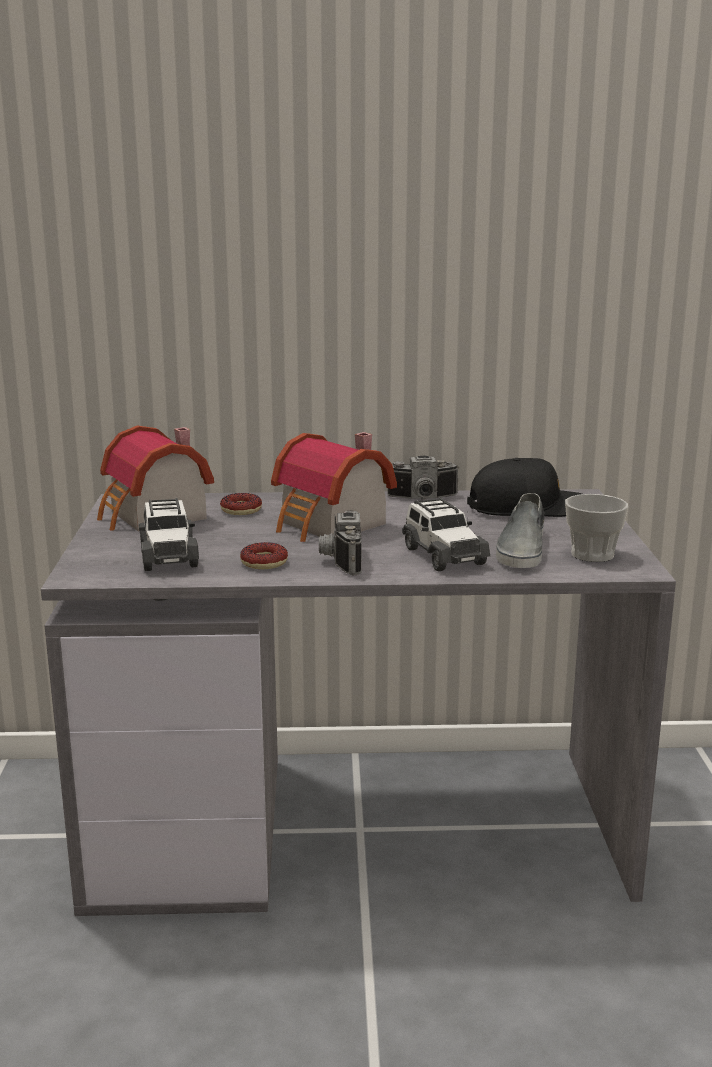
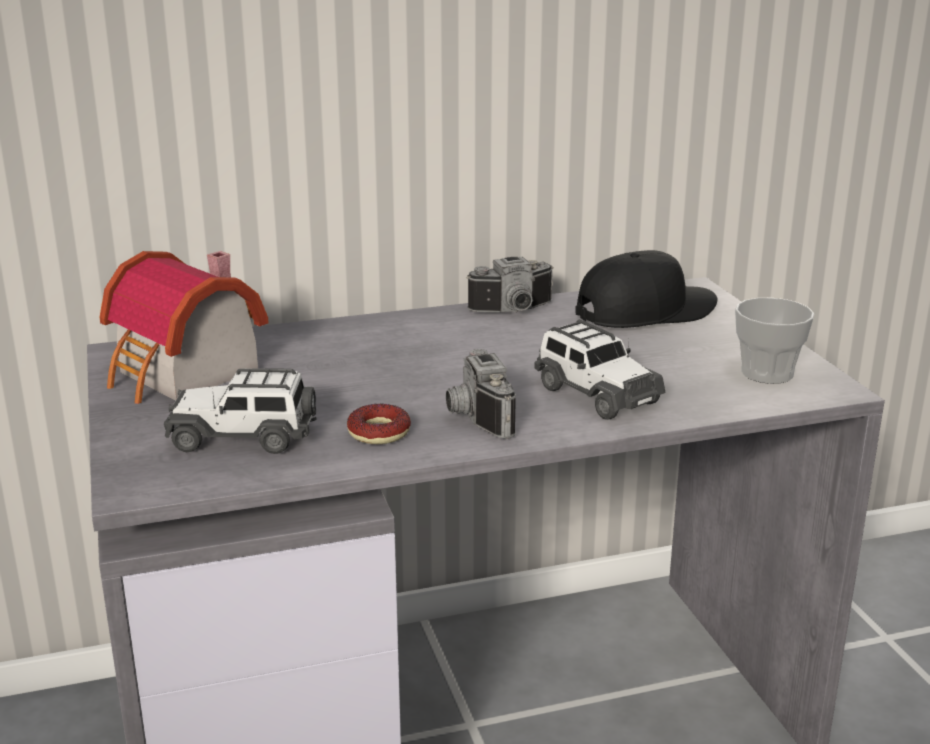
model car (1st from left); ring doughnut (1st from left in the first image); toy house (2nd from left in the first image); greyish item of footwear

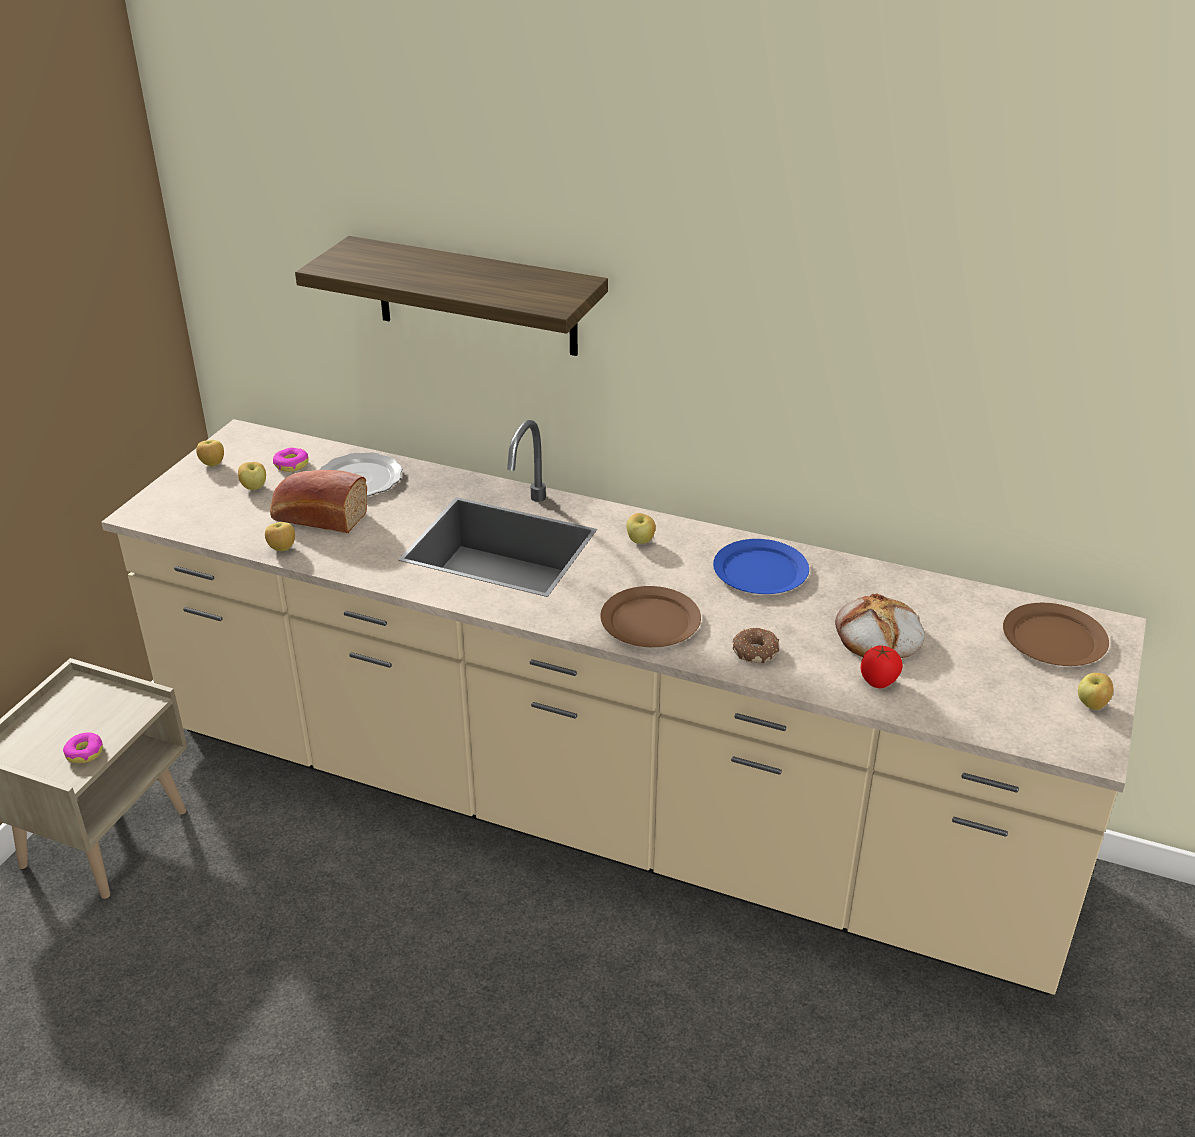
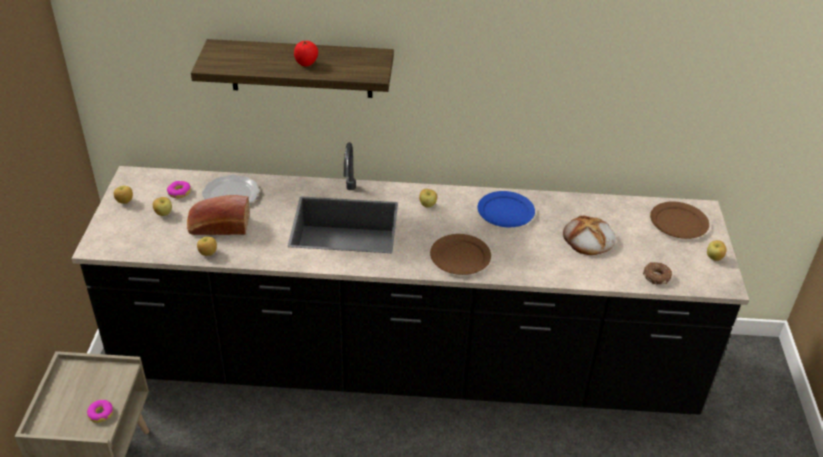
black kitchen counter; ring doughnut (3rd from left); fresh tomato

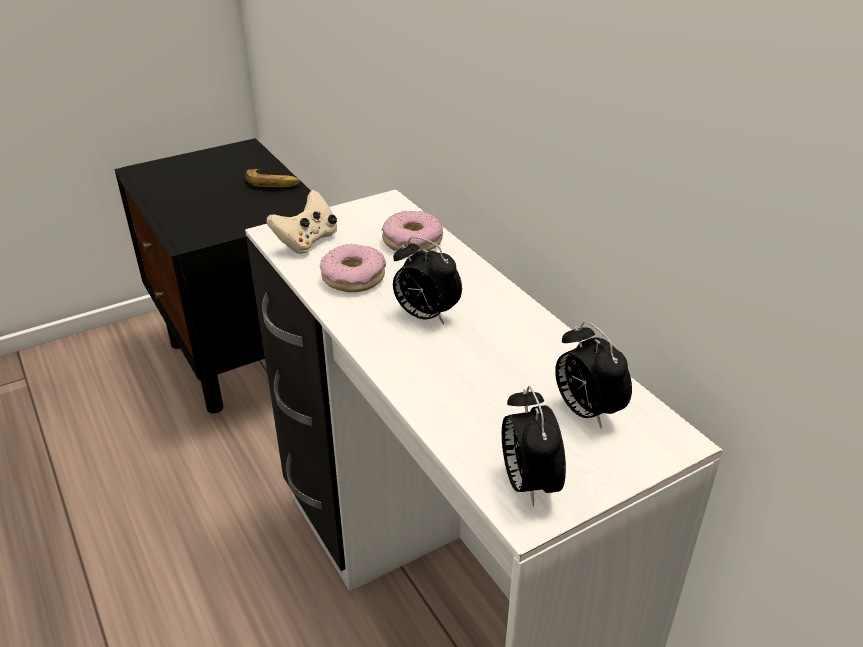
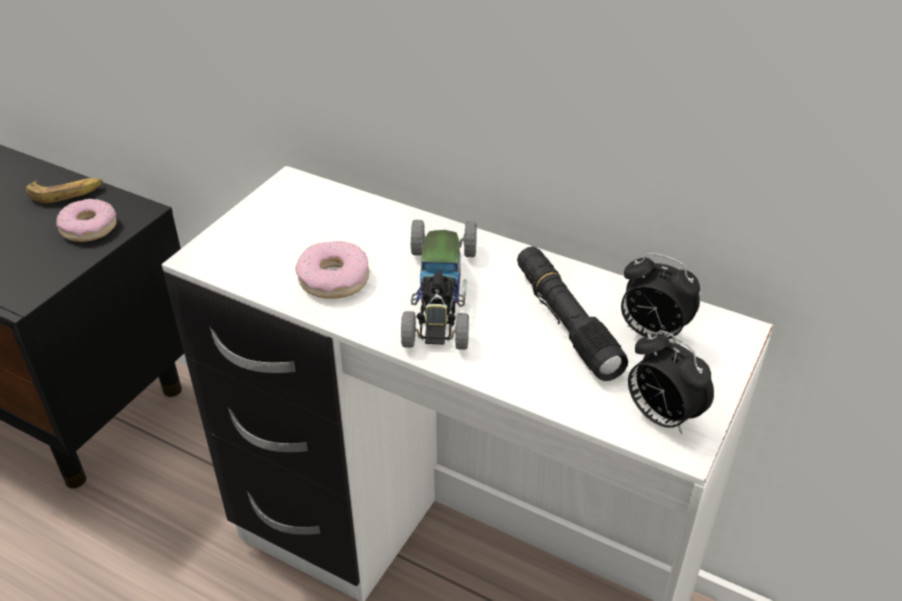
sand-coloured gamepad; ring doughnut (1st from left); model car; black flashlight

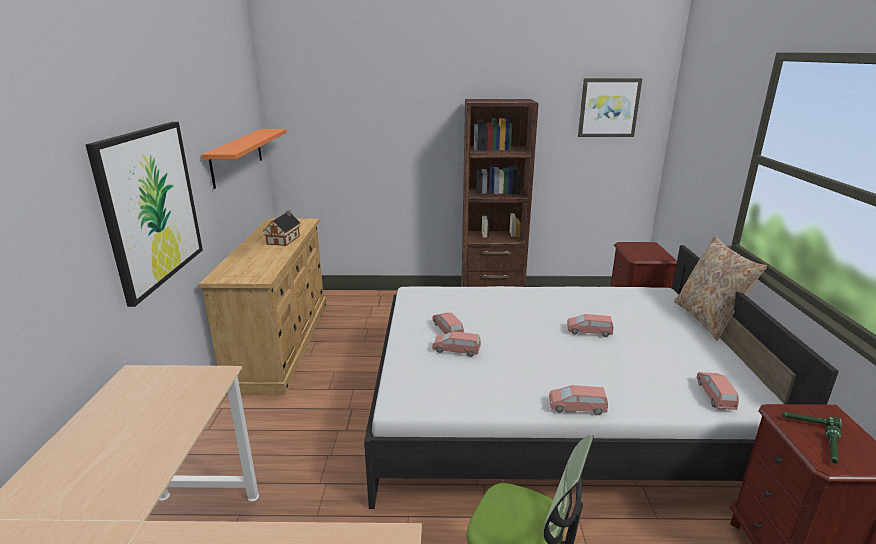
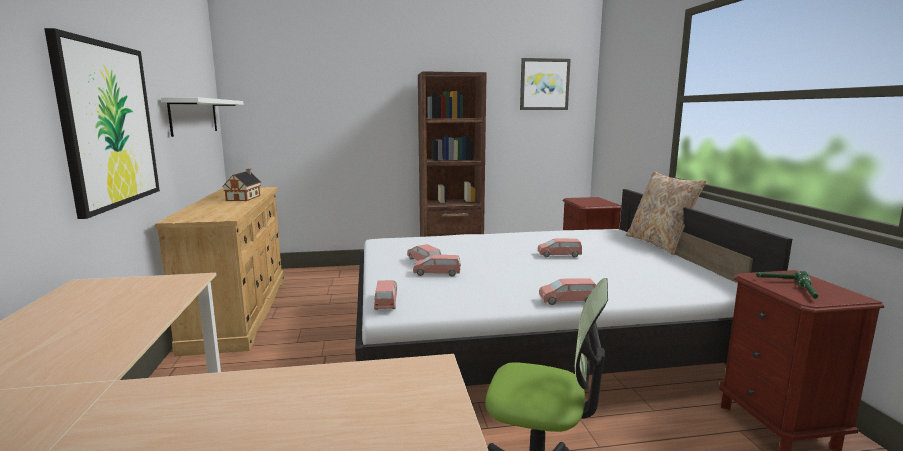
white-coloured bracket shelf; pink model car (1st from left)

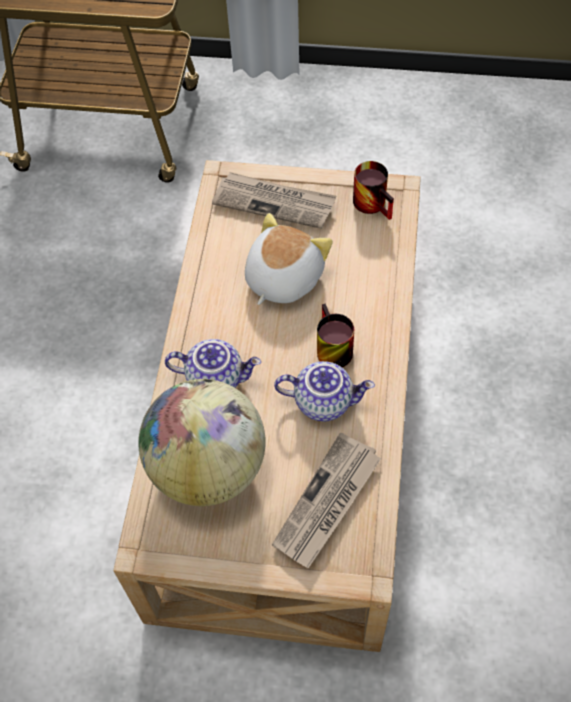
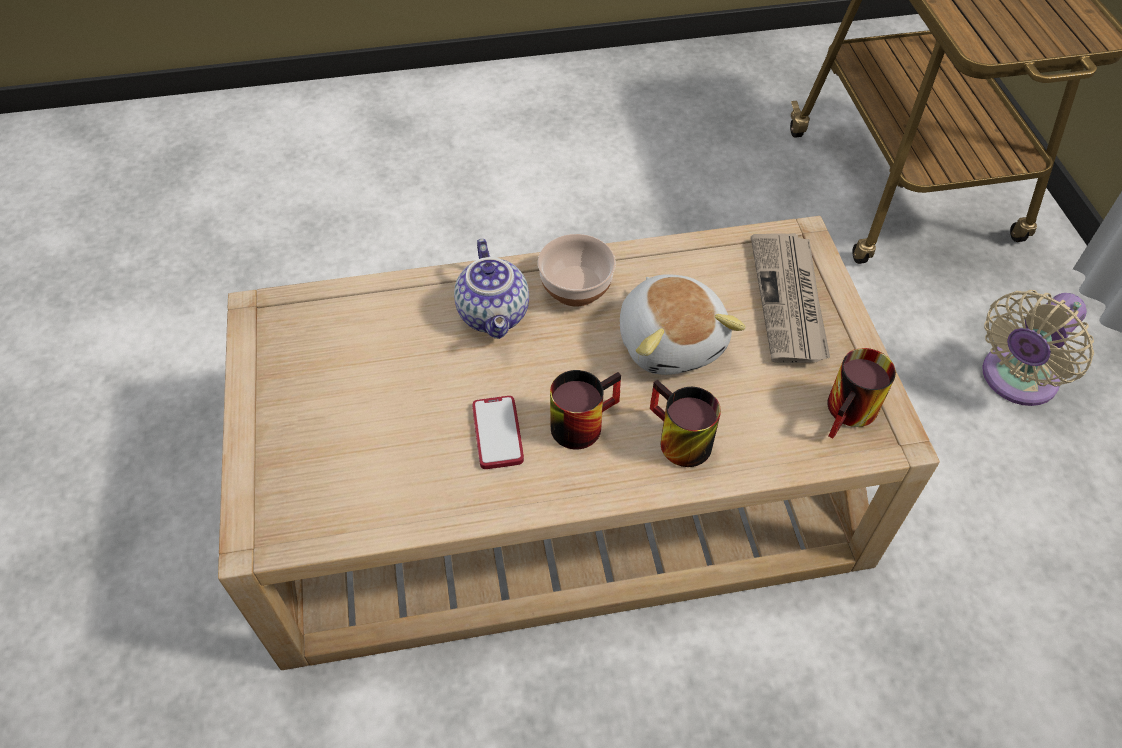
world globe; soft toy; printed paper (2nd from left in the first image); handset; bowl; mug (2nd from left); sand-coloured cooling fan

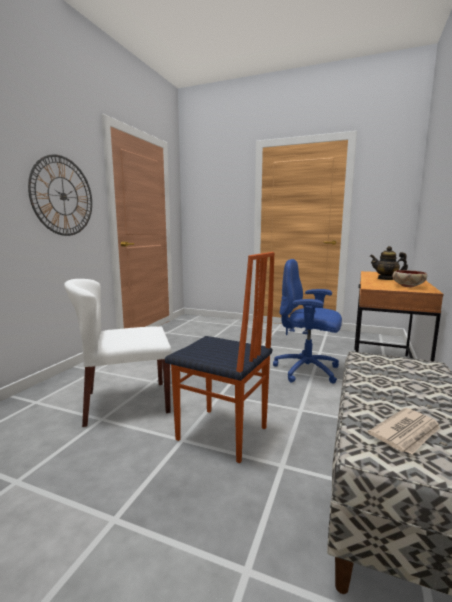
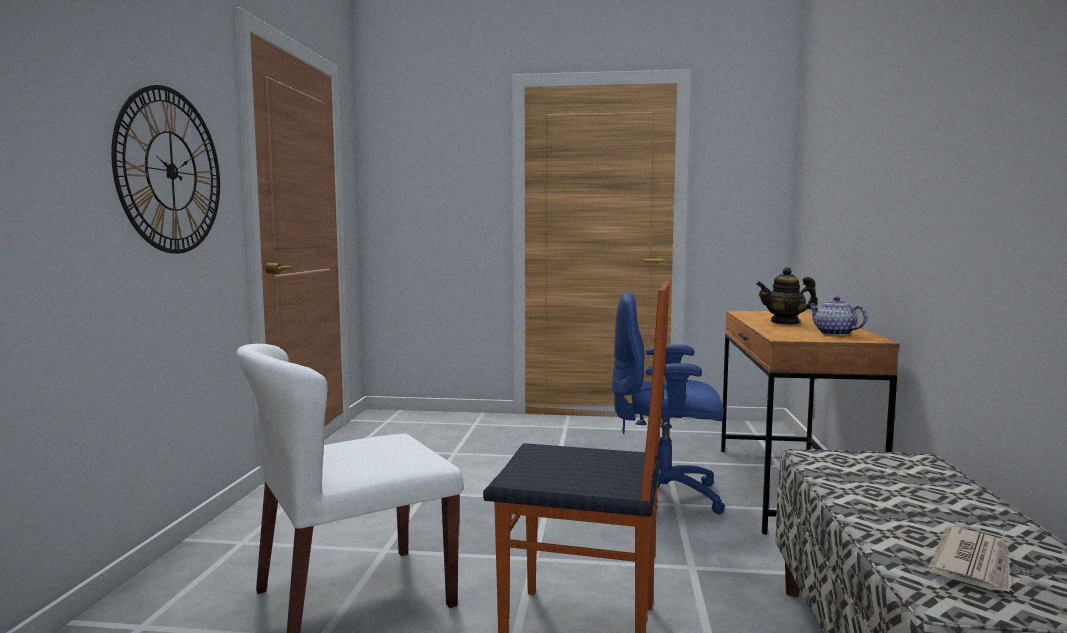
pot for tea (2nd from left)

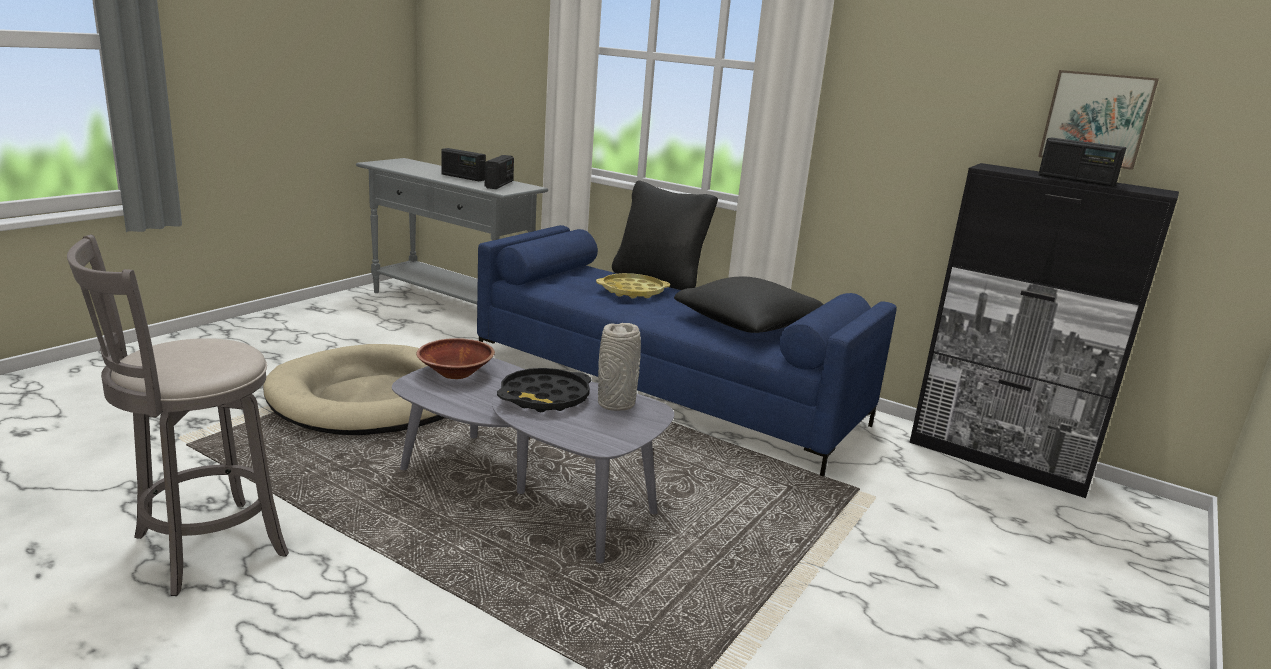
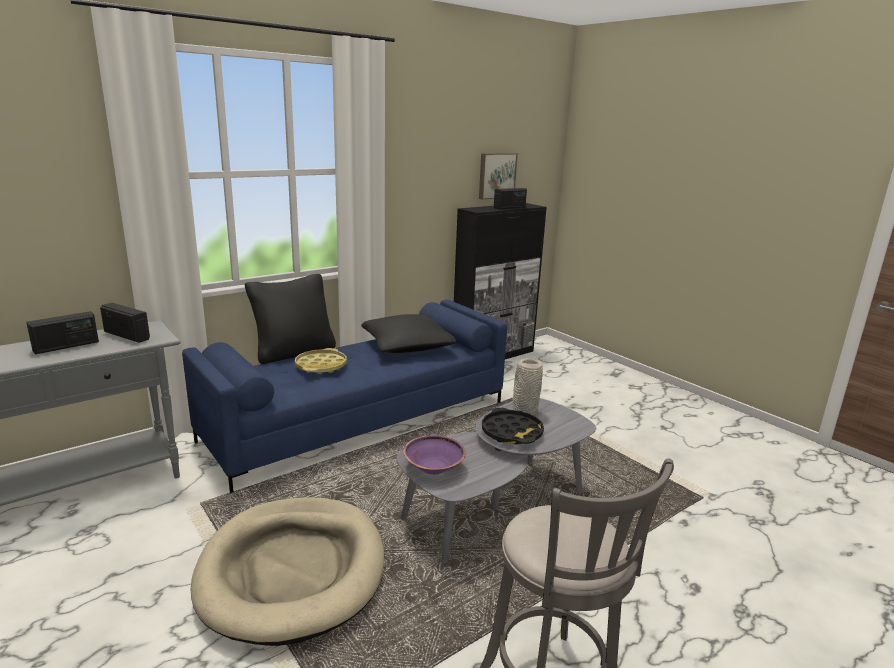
purple bowl

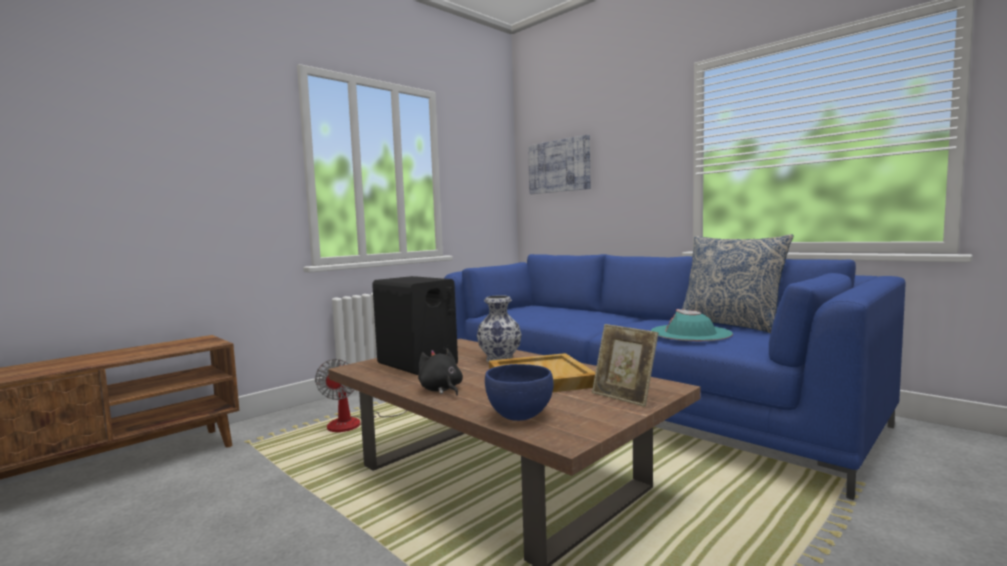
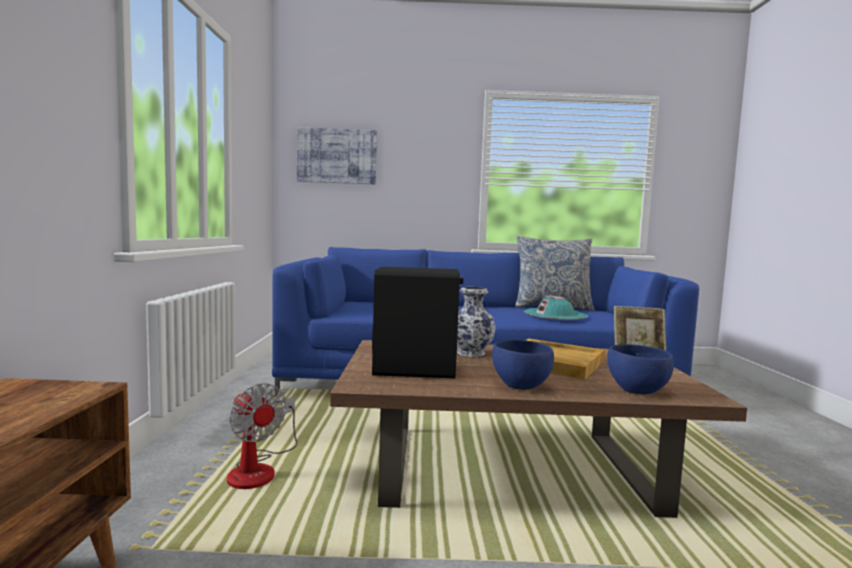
blue-coloured bowl (1st from left)

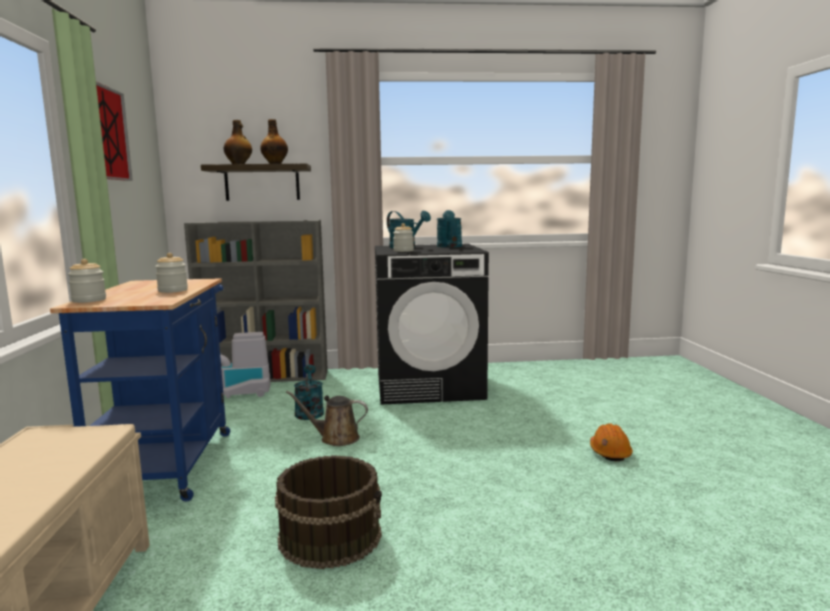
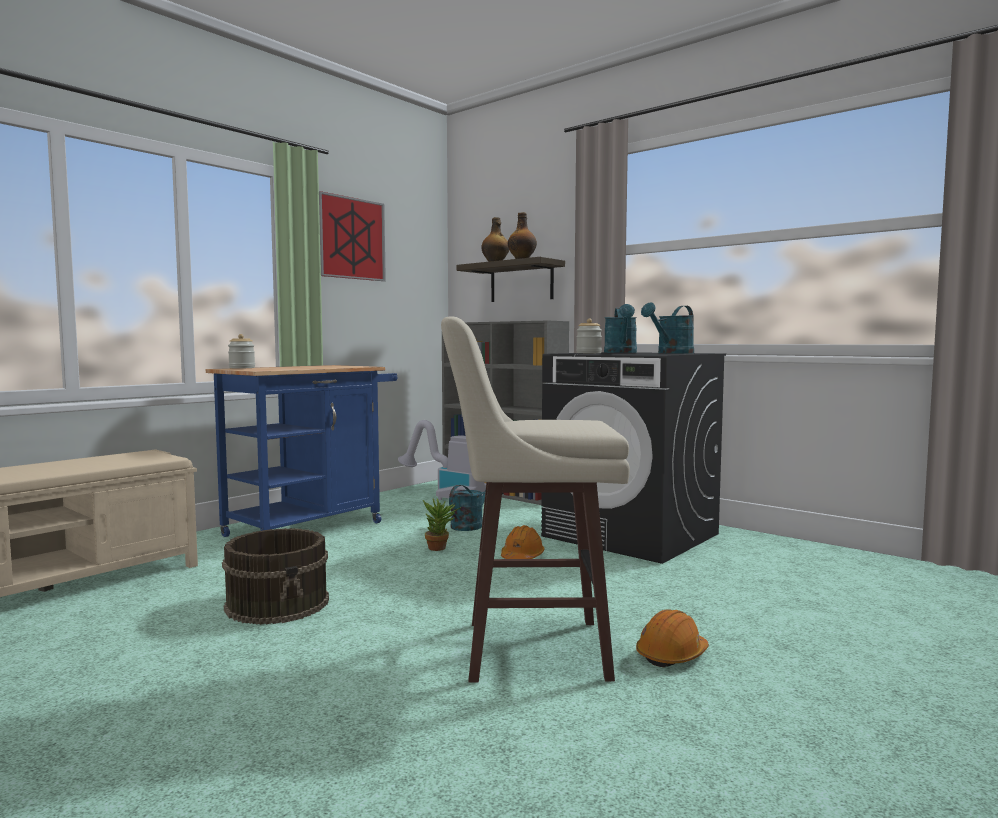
storage jar (2nd from left in the first image); potted plant; sand-coloured stool; orange work helmet (1st from left)

